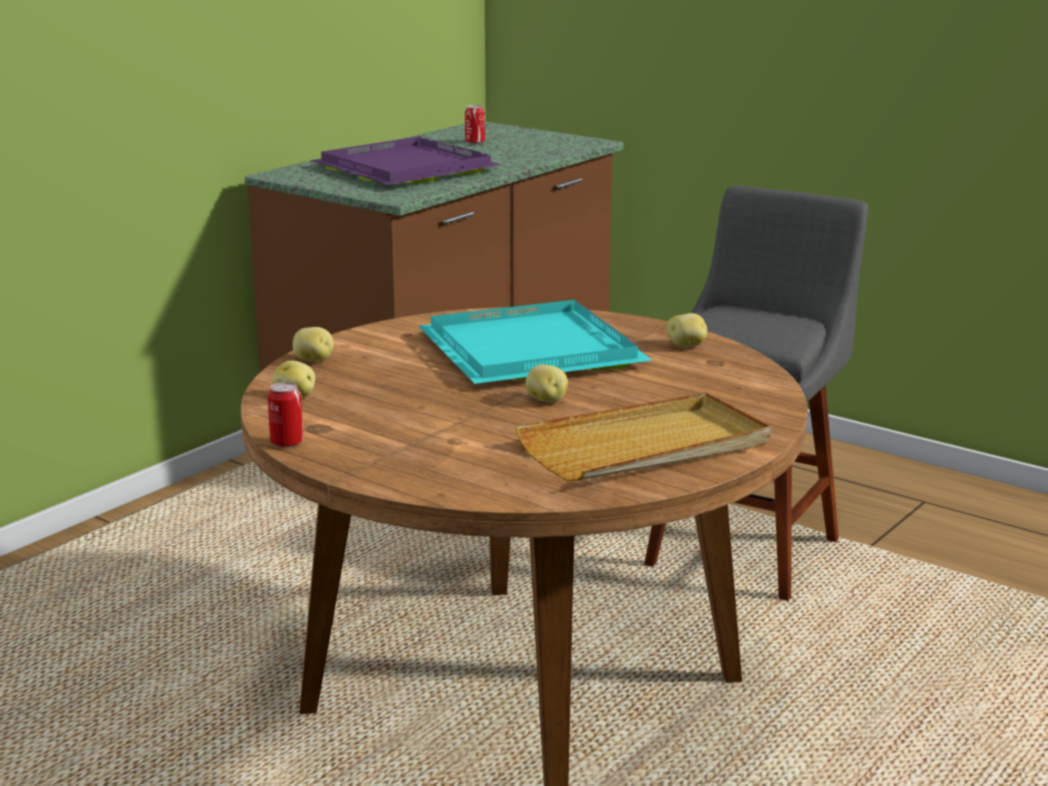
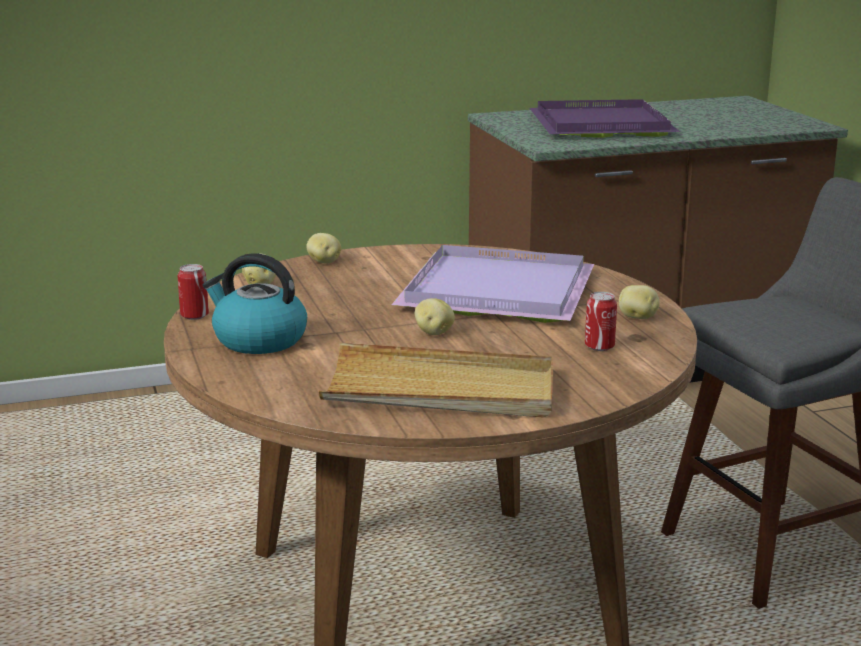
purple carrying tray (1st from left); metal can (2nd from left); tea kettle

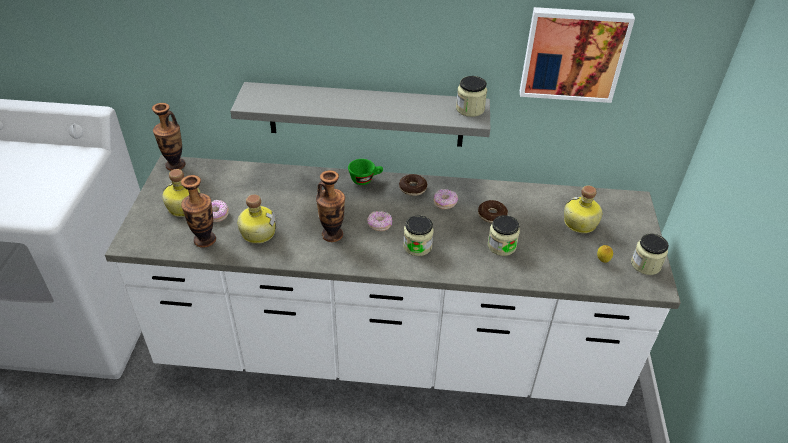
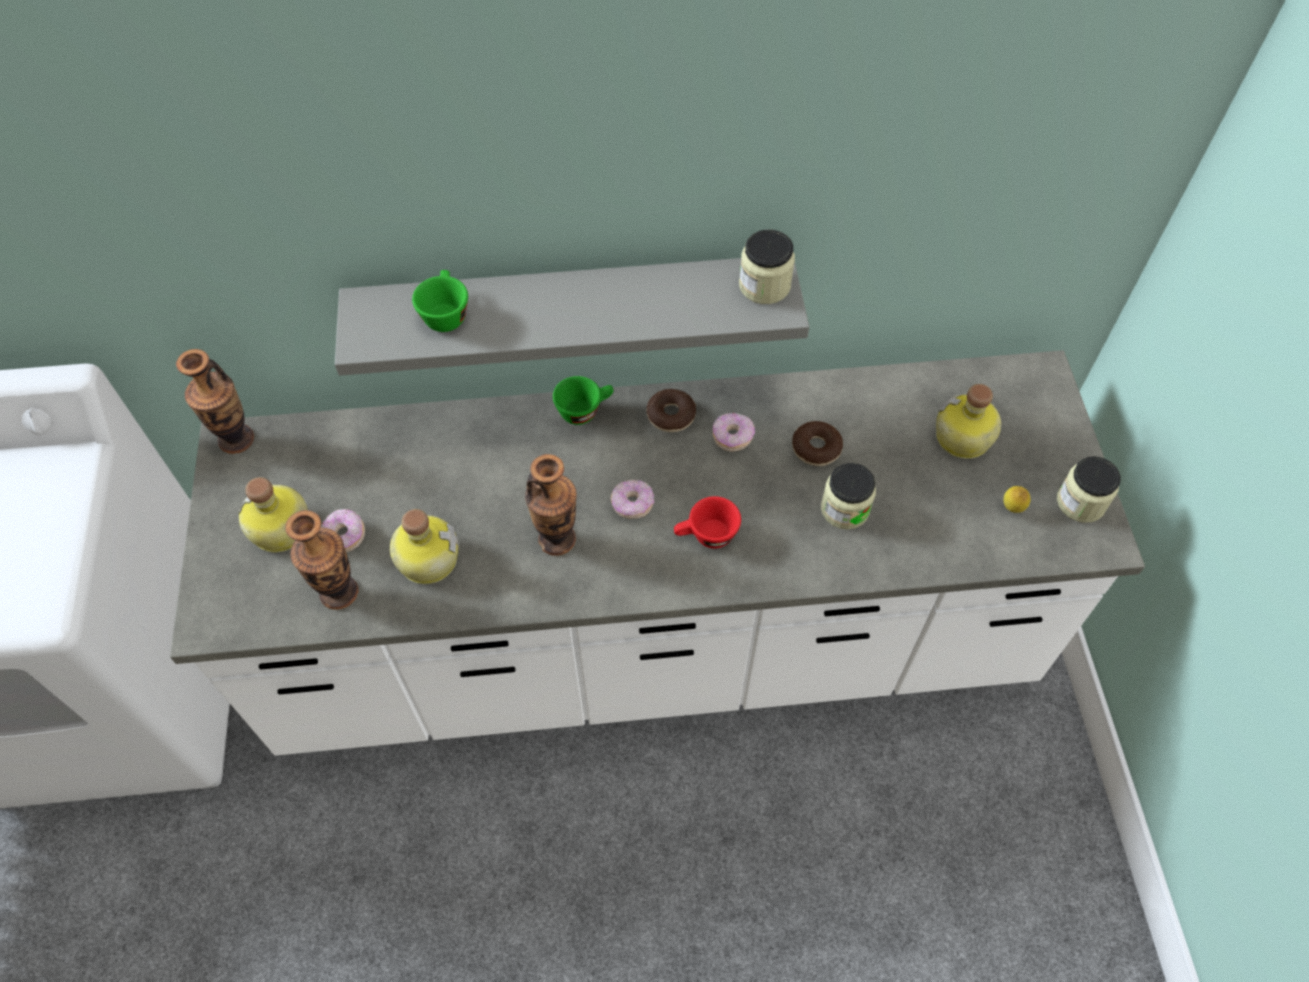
red-coloured small cup; wall picture; green-coloured small cup (1st from left)

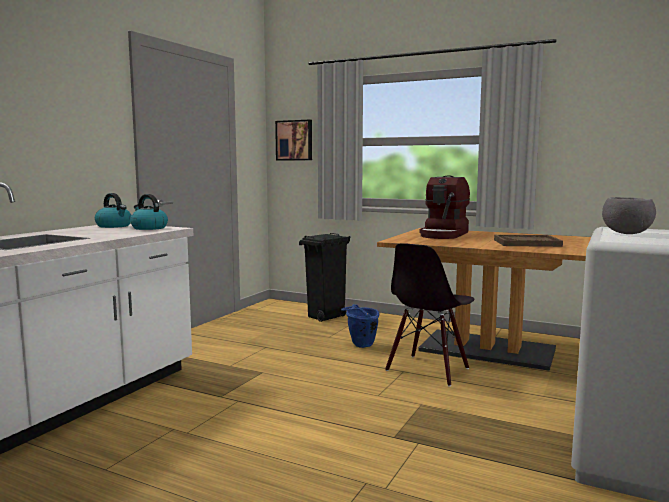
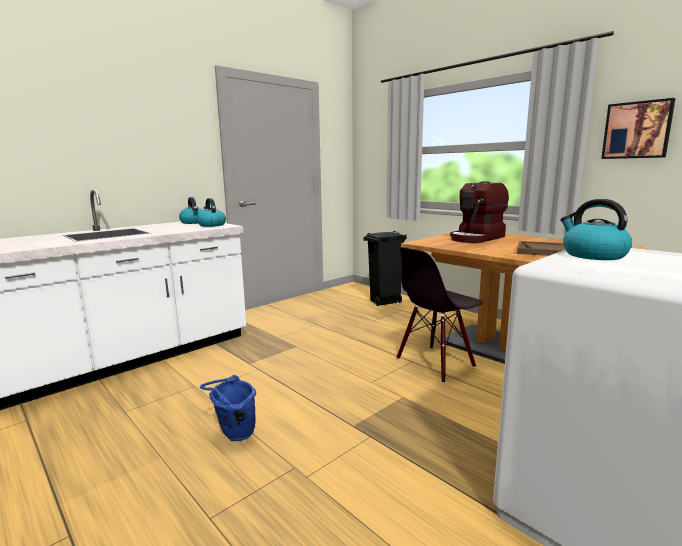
wall picture; blue-coloured pail; tea kettle (3rd from left)

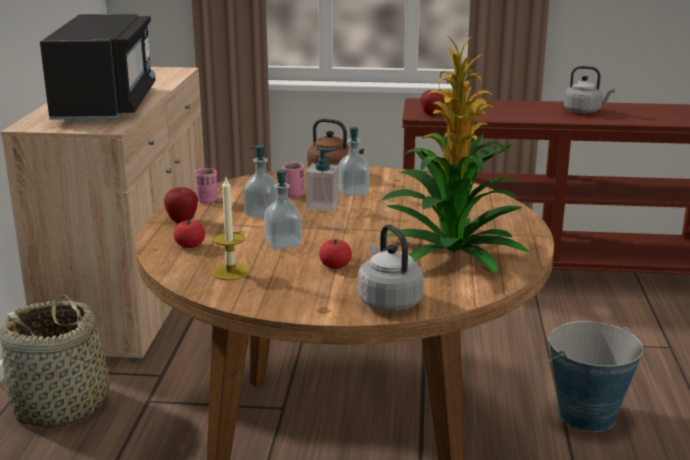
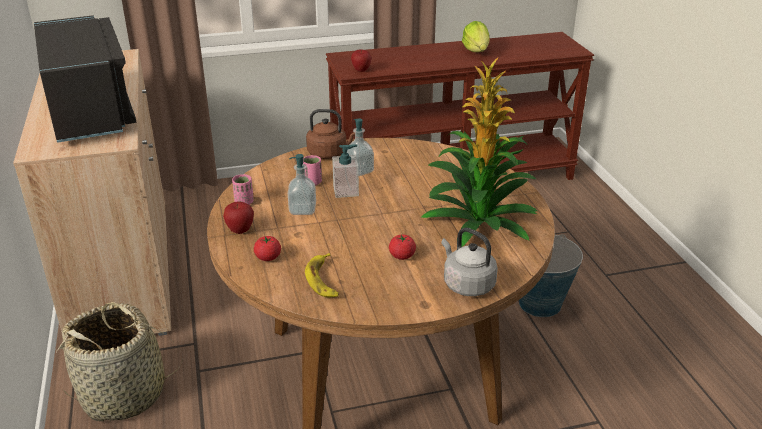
whole banana; soap dispenser (2nd from left in the first image); lettuce

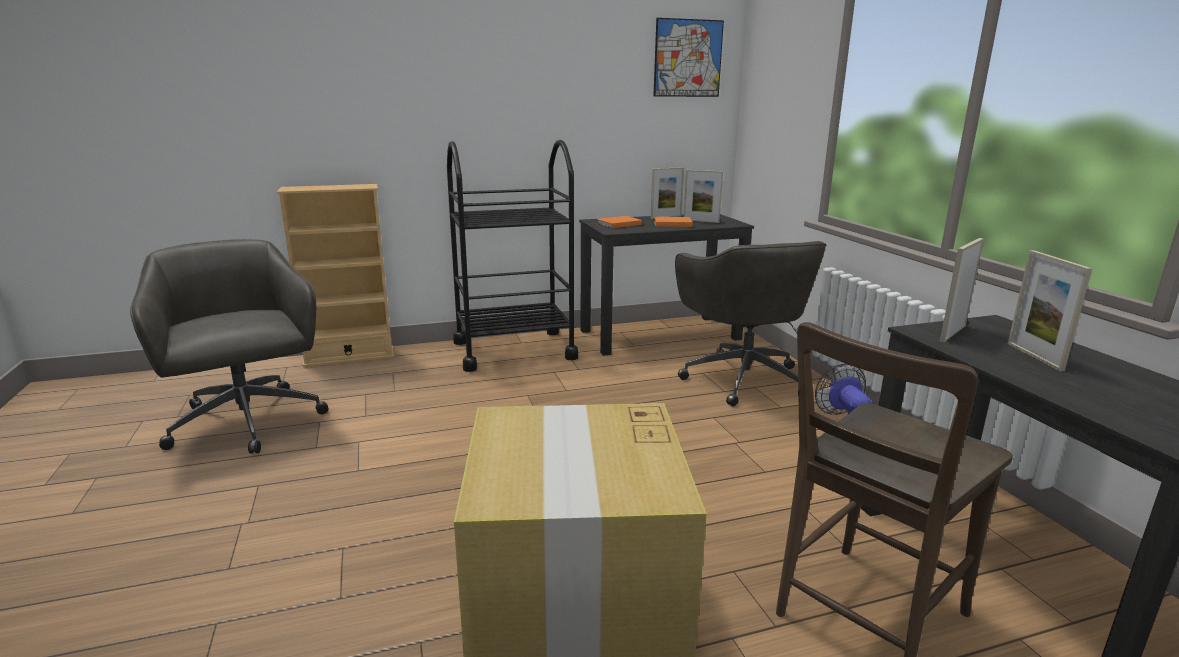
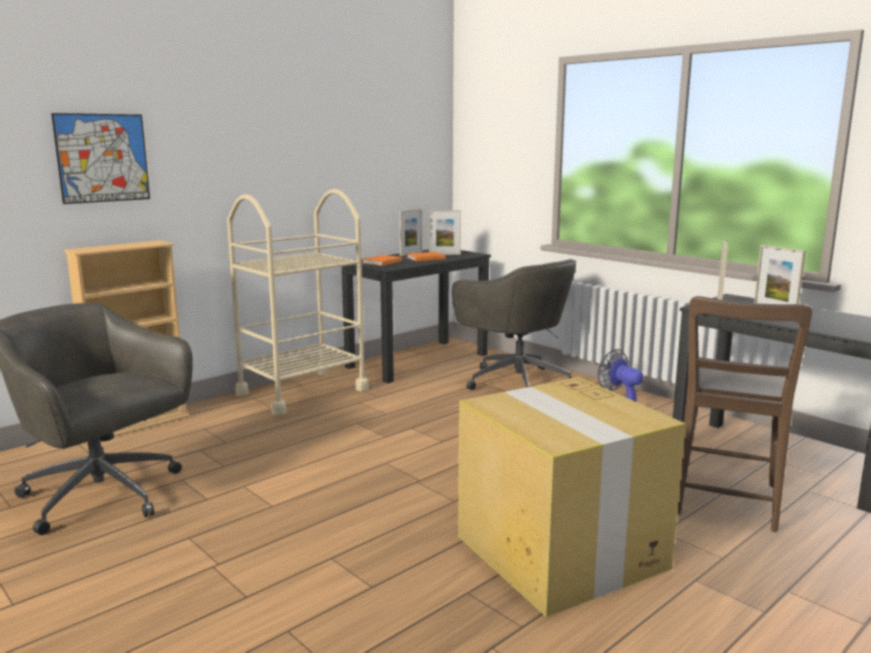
sand-coloured trolley; wall picture

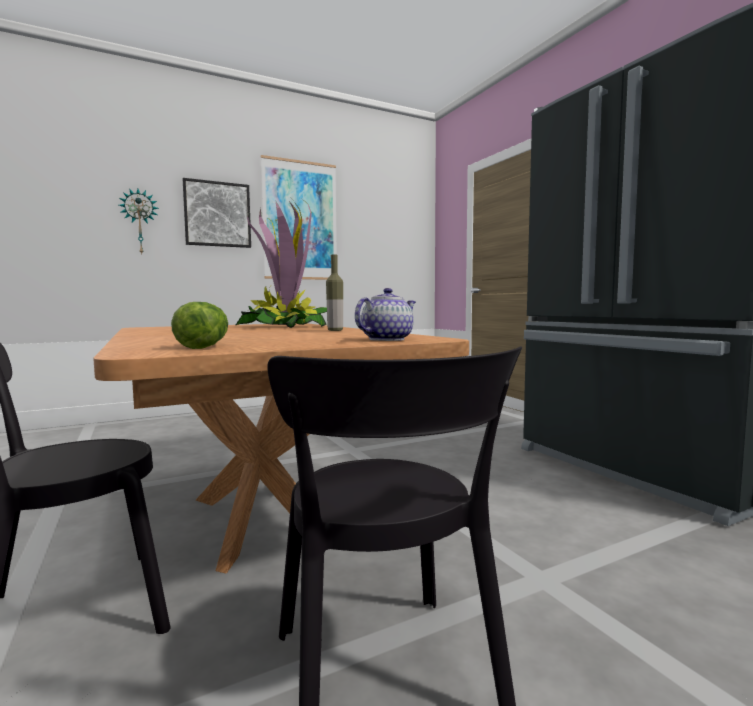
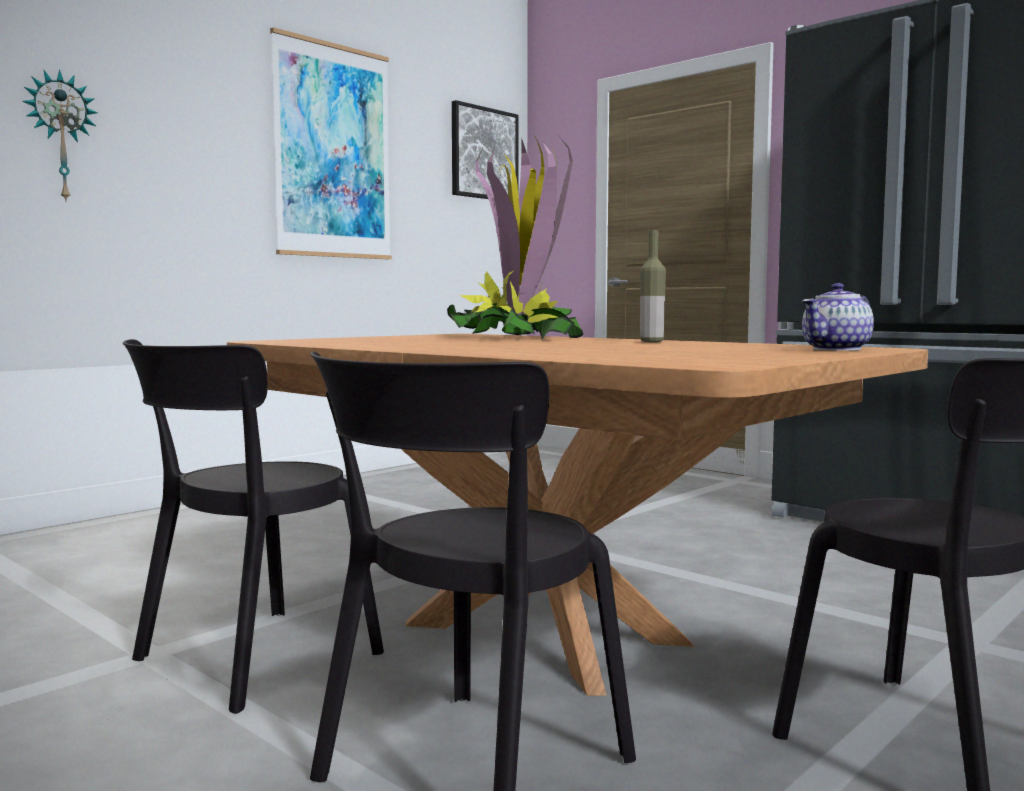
lettuce; wall picture (2nd from left); pot for tea; black chair (1st from left)

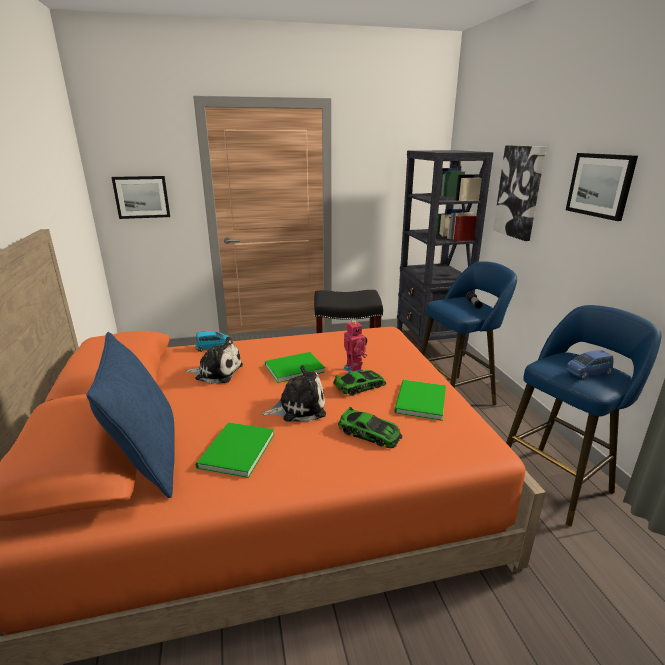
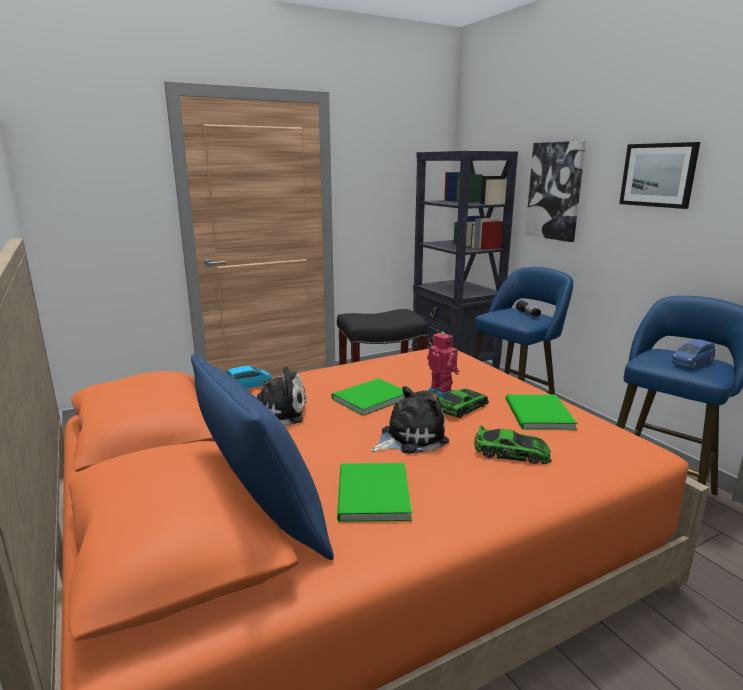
wall picture (1st from left in the first image)

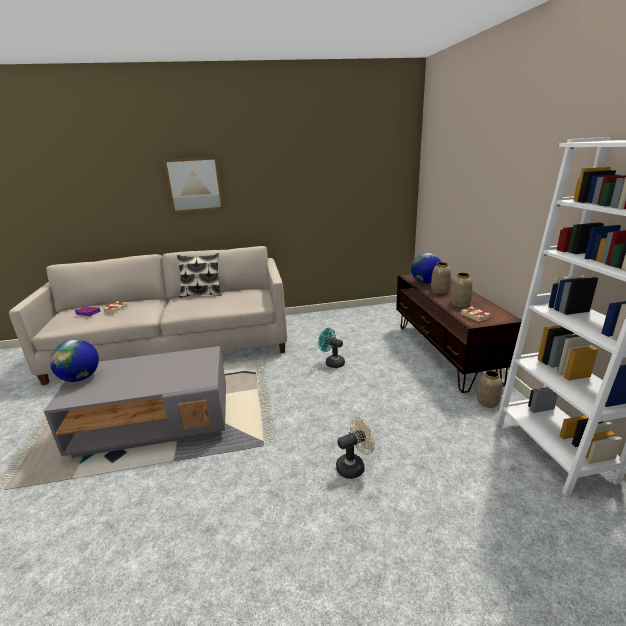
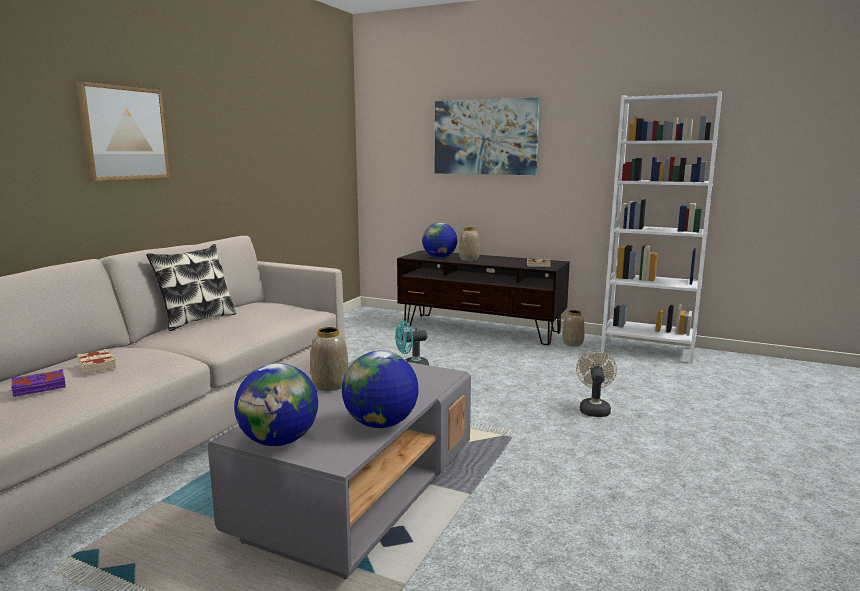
decorative vase (1st from left); world globe (2nd from left); wall picture (2nd from left)

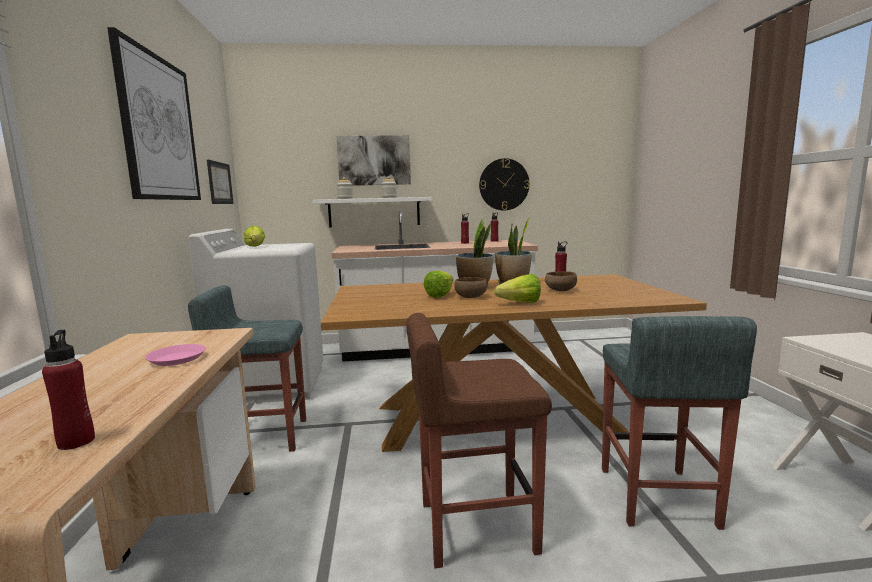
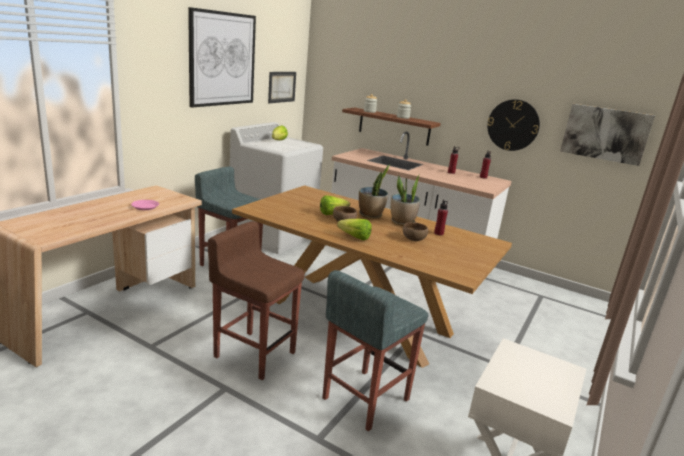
red-coloured beverage bottle (1st from left in the first image); brown bracket shelf; wall picture (3rd from left)

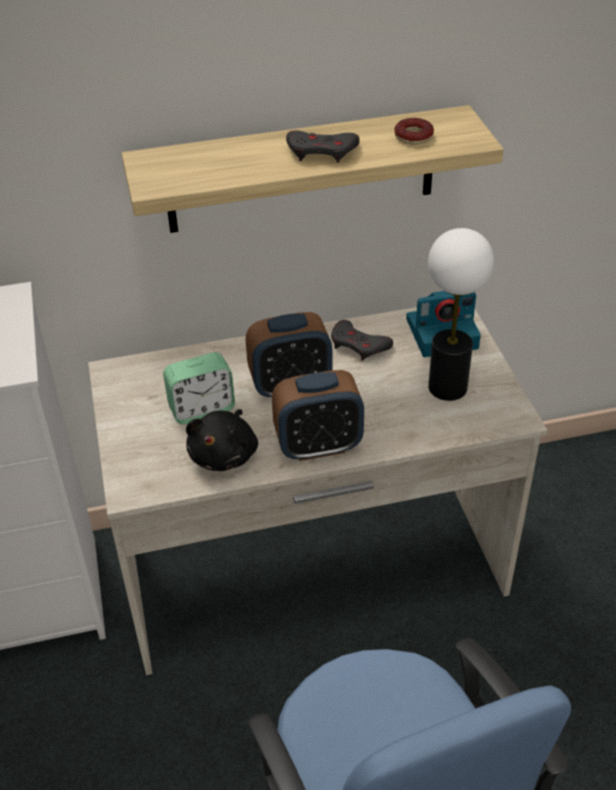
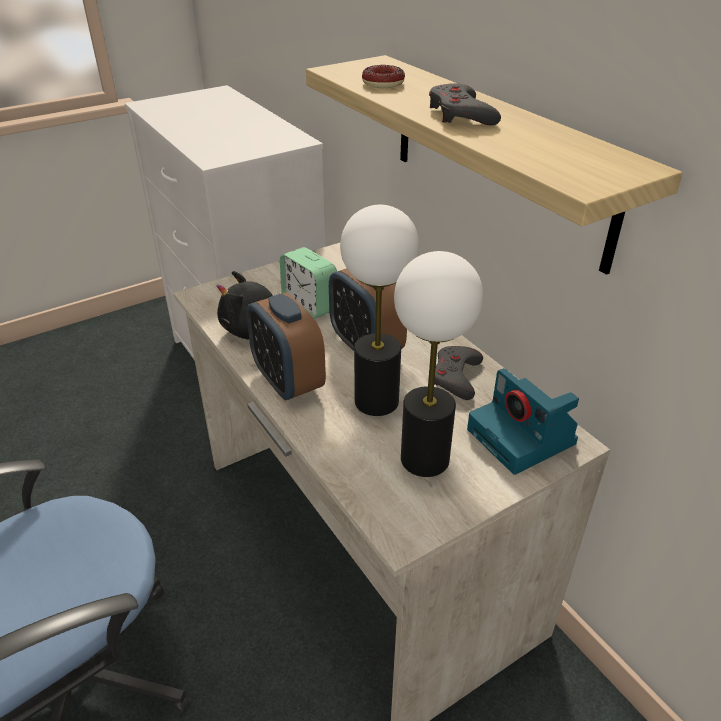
ring doughnut; tabletop lamp (1st from left)

